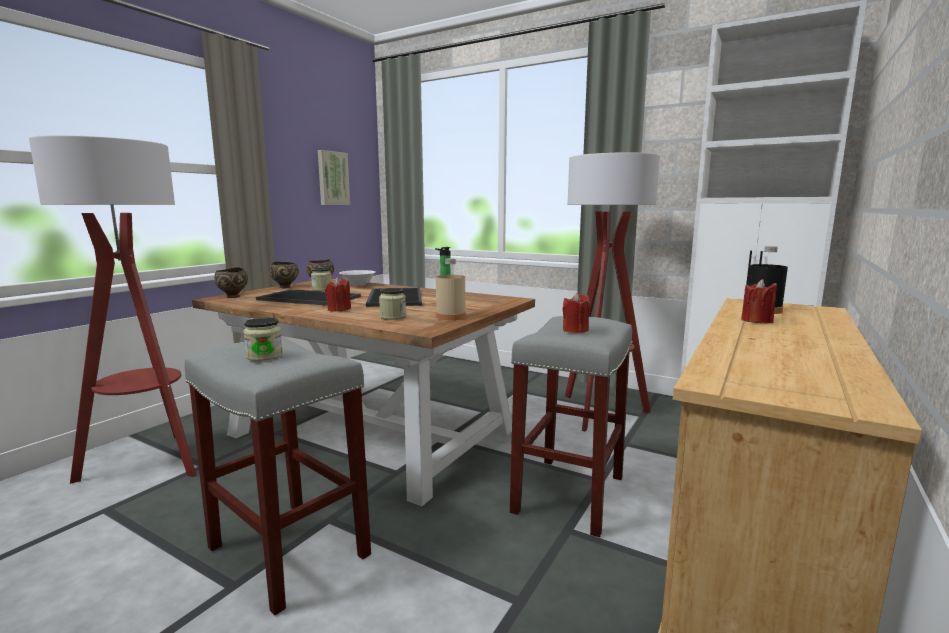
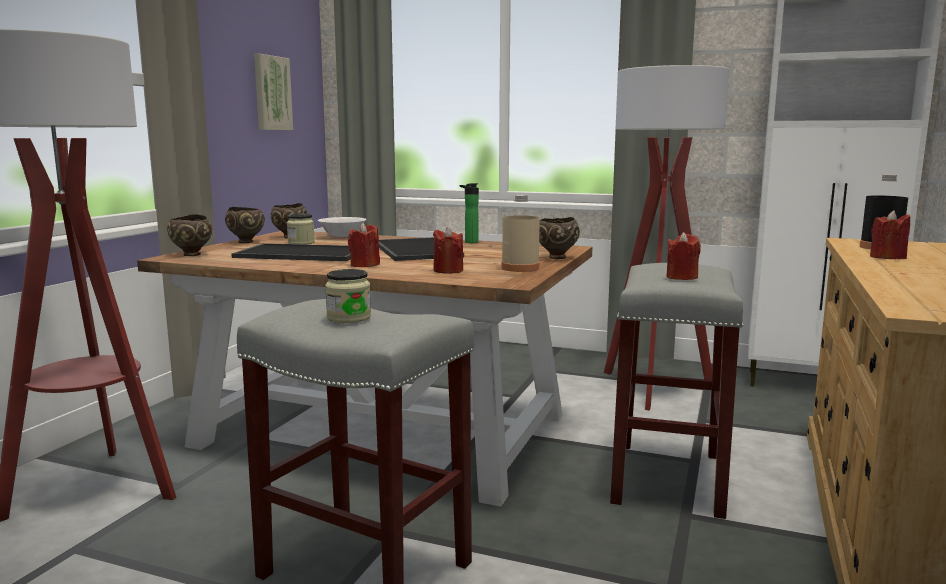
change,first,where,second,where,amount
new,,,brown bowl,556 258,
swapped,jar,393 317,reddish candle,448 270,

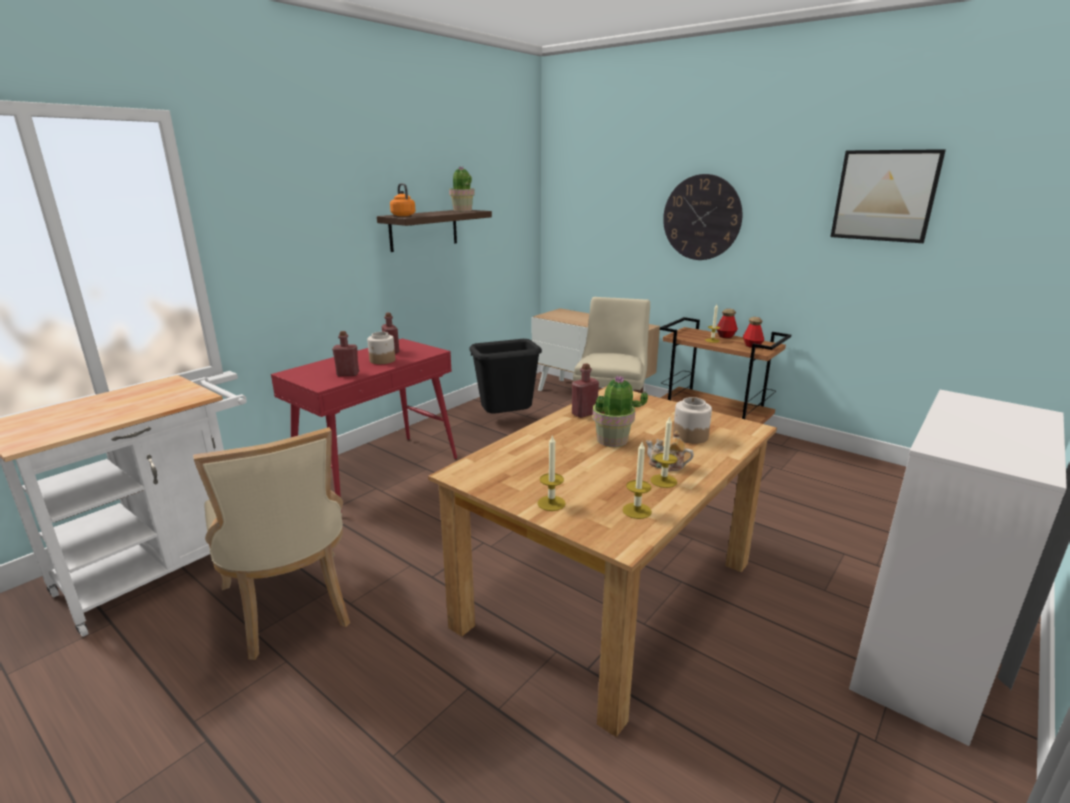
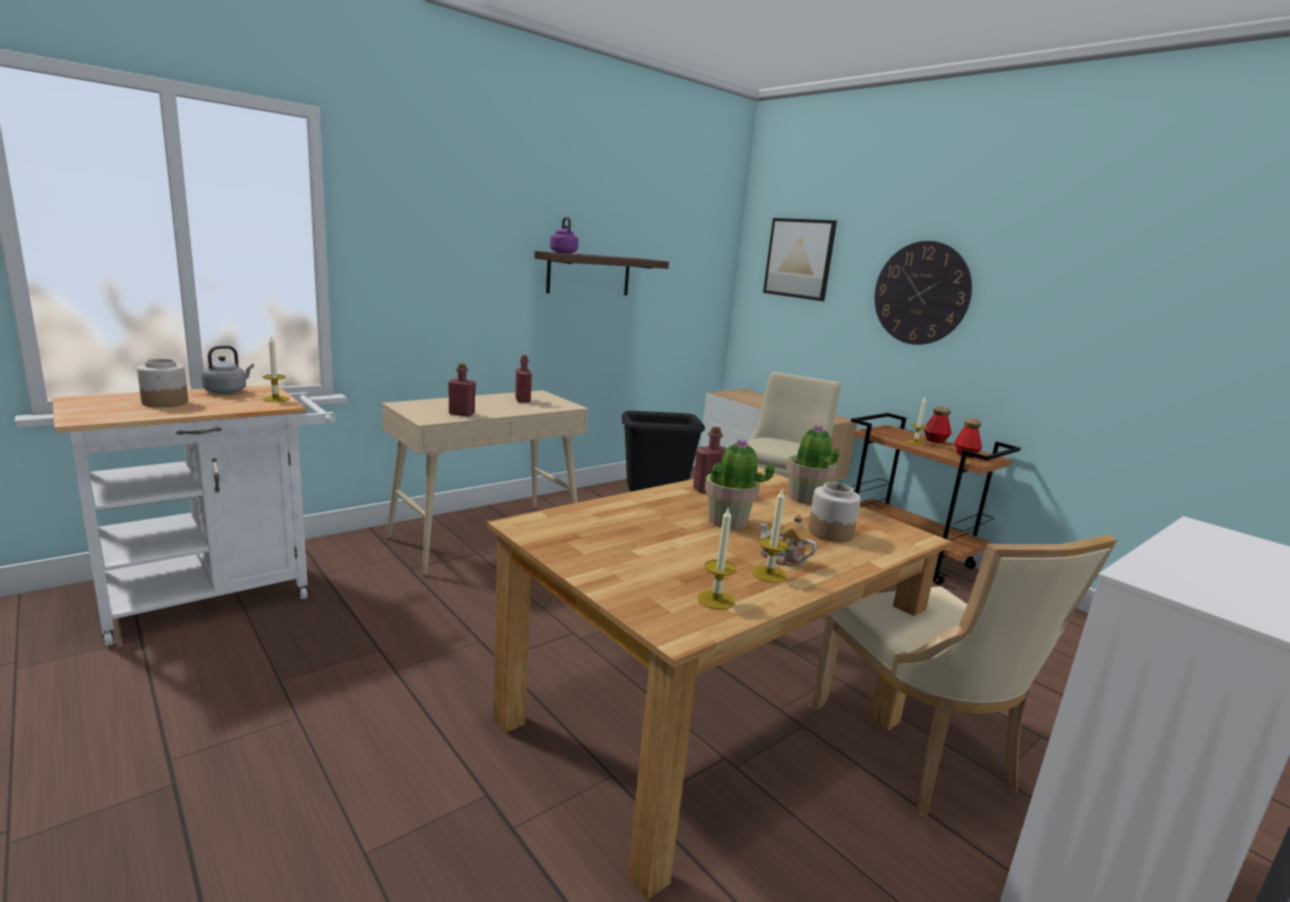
change,first,where,second,where,amount
new,,,grey water kettle,227 391,
shifted,sand-coloured plain chair,291 607,,918 751,
shifted,jar,382 360,,165 403,
shifted,houseplant,462 210,,805 498,
shifted,candle,551 503,,275 399,
shifted,wall picture,884 196,,799 258,
repainted,reddish console table,378 473,sand-coloured console table,487 537,
repainted,orangey water kettle,402 215,purple water kettle,563 253,

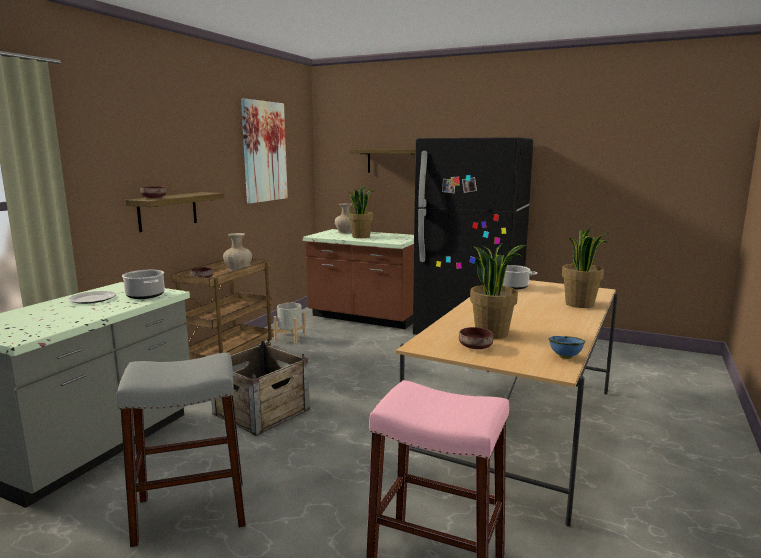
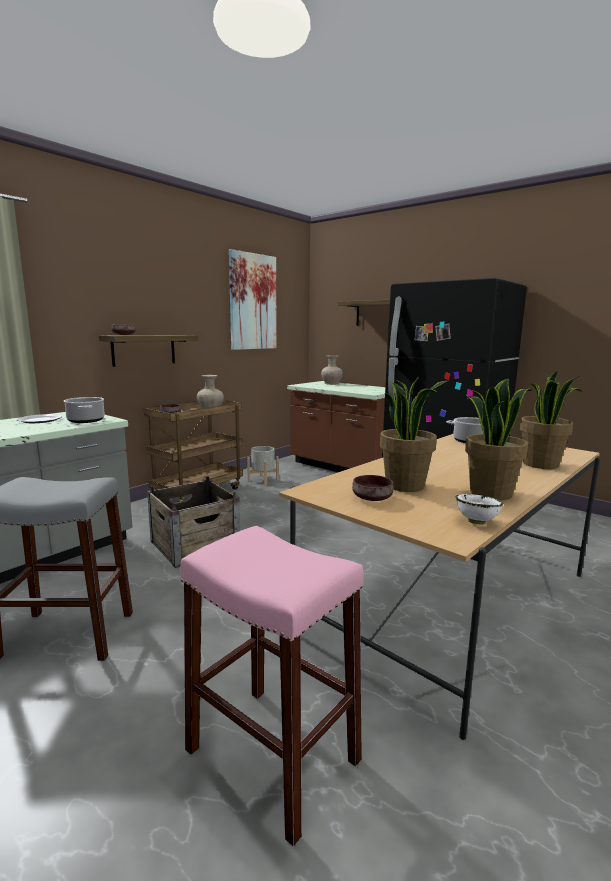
change,first,where,second,where,amount
shifted,houseplant,360 236,,490 493,
repainted,bluish bowl,564 357,white-coloured bowl,475 522,

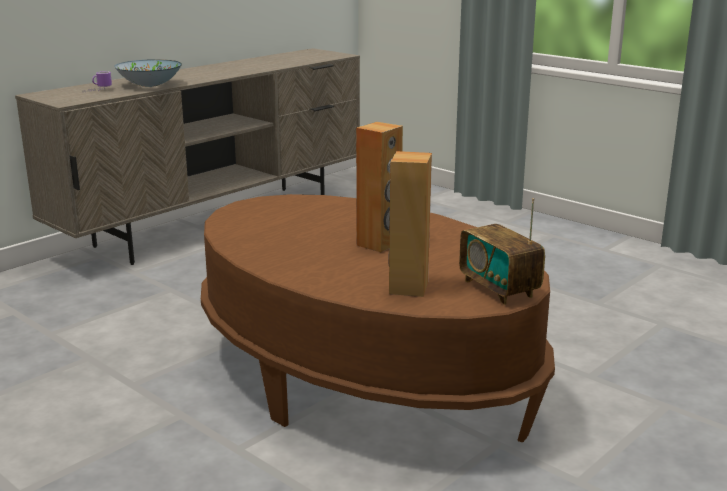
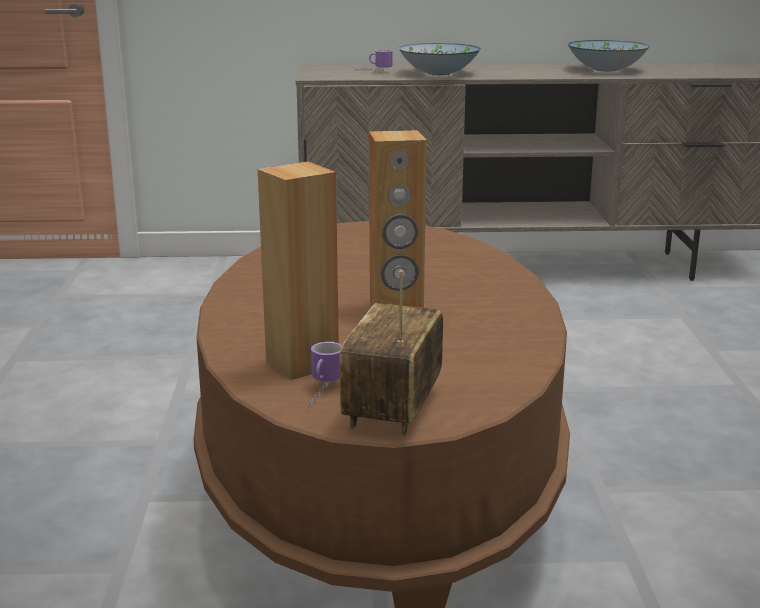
change,first,where,second,where,amount
new,,,coffee mug,321 393,
new,,,bowl,606 70,

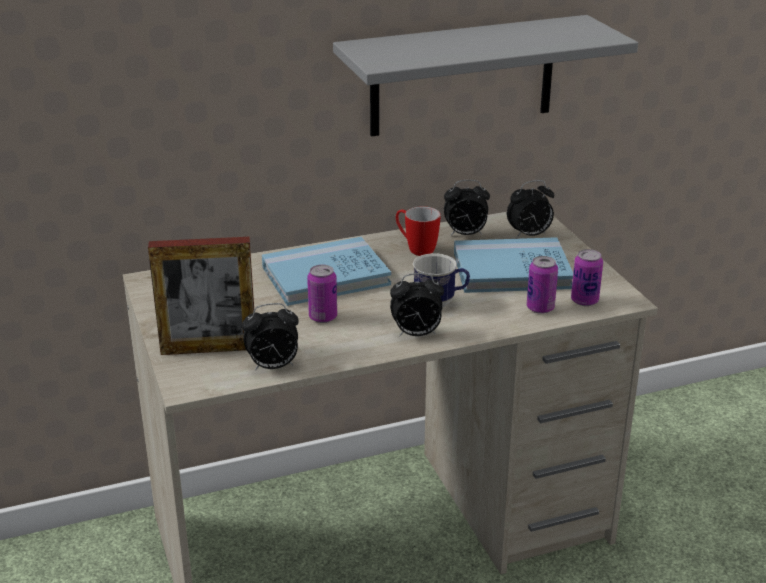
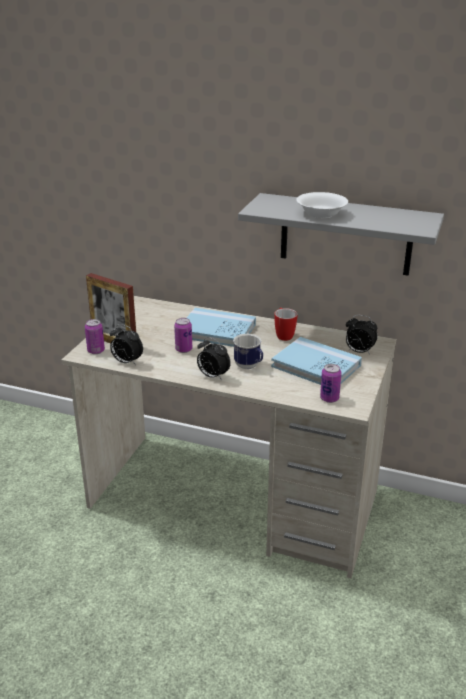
change,first,where,second,where,amount
gone,table clock,465 234,,,
new,,,white-coloured bowl,321 214,
shifted,can,540 308,,96 351,

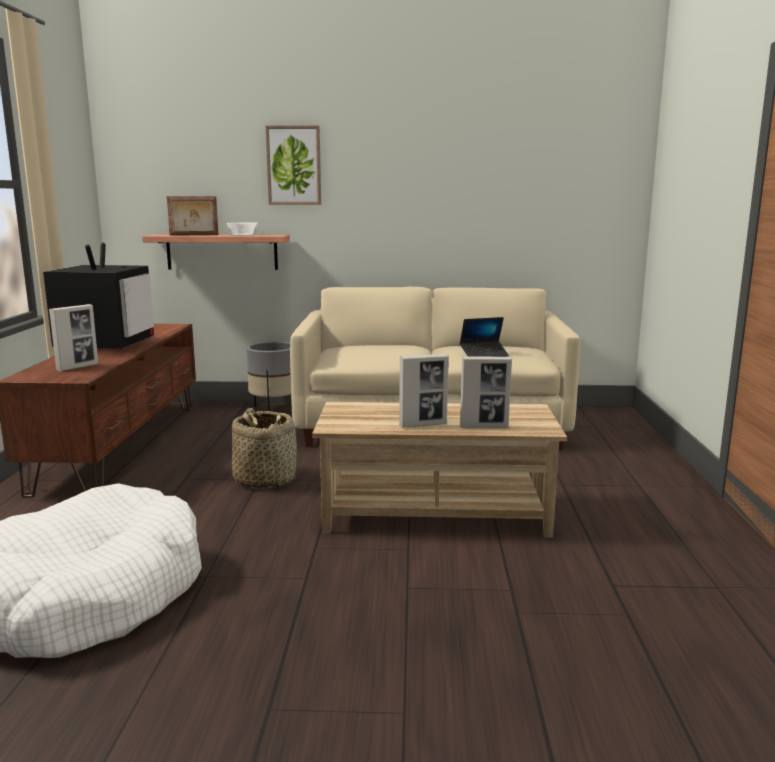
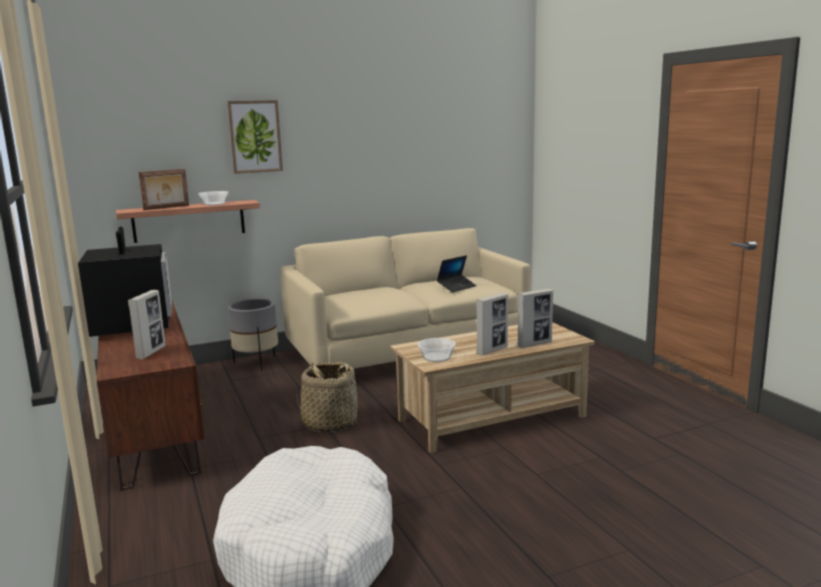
change,first,where,second,where,amount
new,,,bowl,437 357,

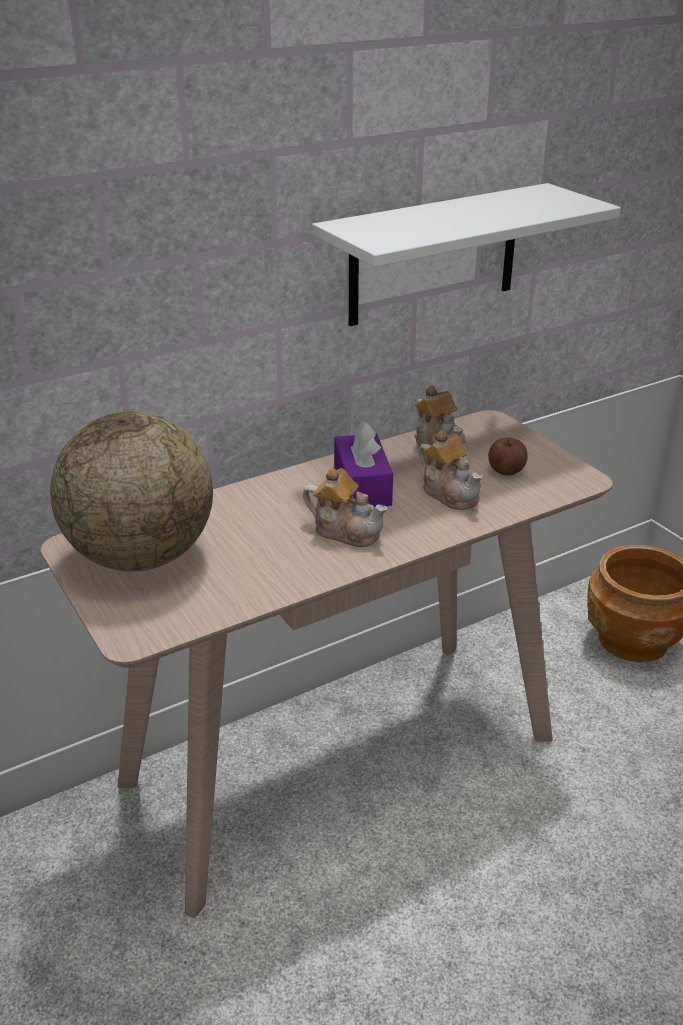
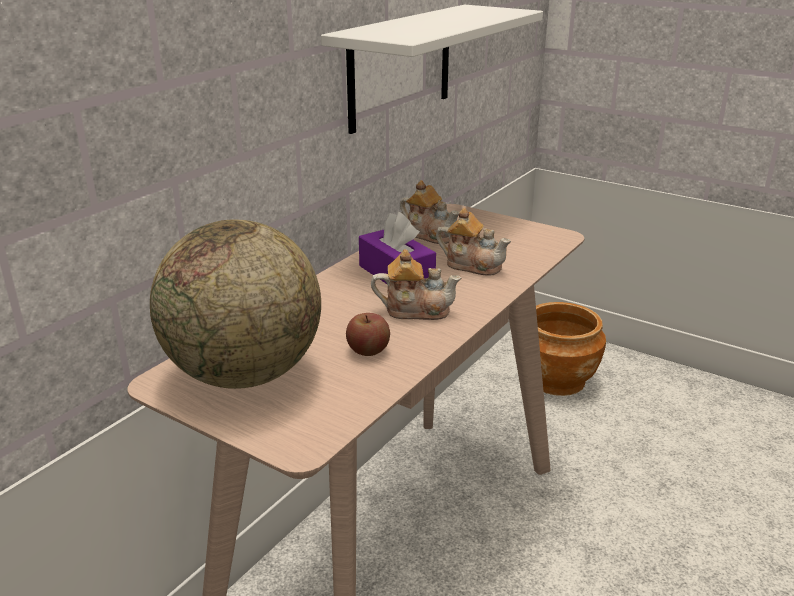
change,first,where,second,where,amount
shifted,apple,506 470,,368 350,

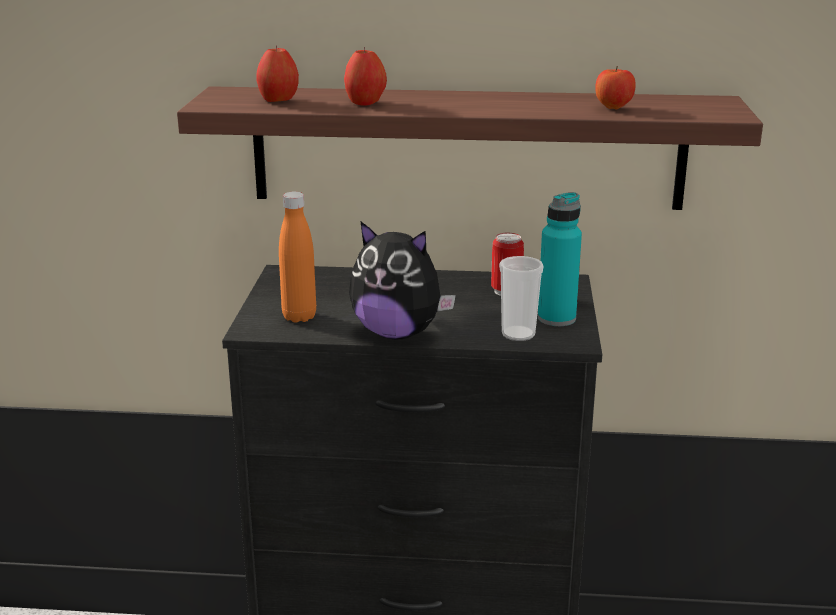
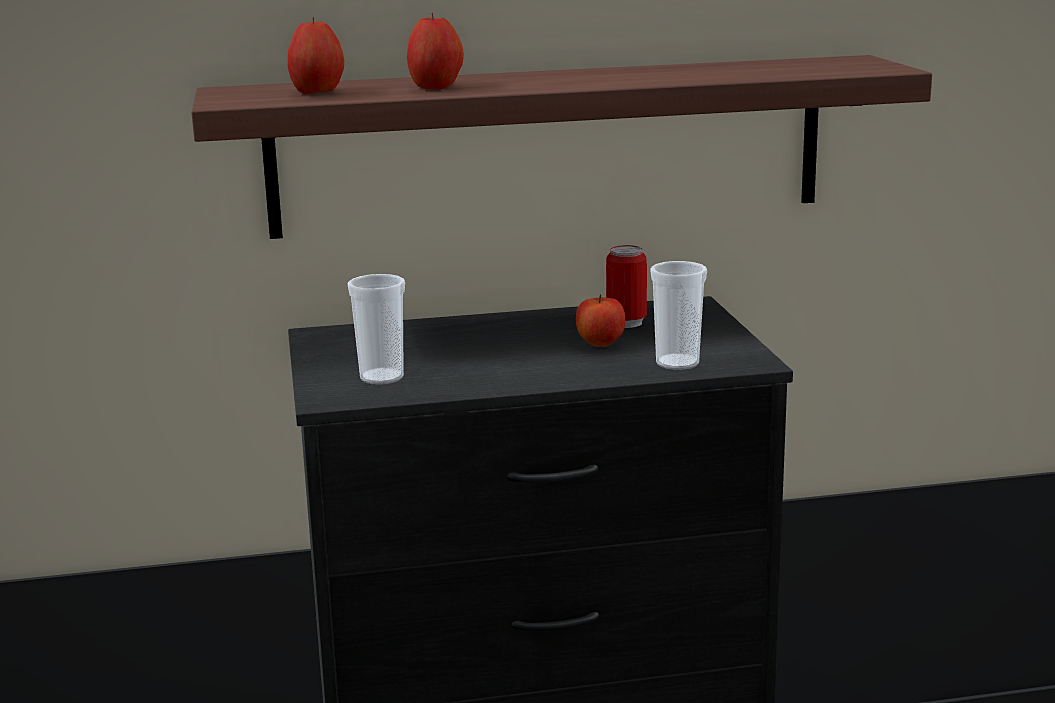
change,first,where,second,where,amount
gone,soft toy,397 333,,,
gone,turquoise drink bottle,556 318,,,
shifted,apple,613 108,,600 345,
swapped,orangey drink bottle,299 317,small cup,382 377,

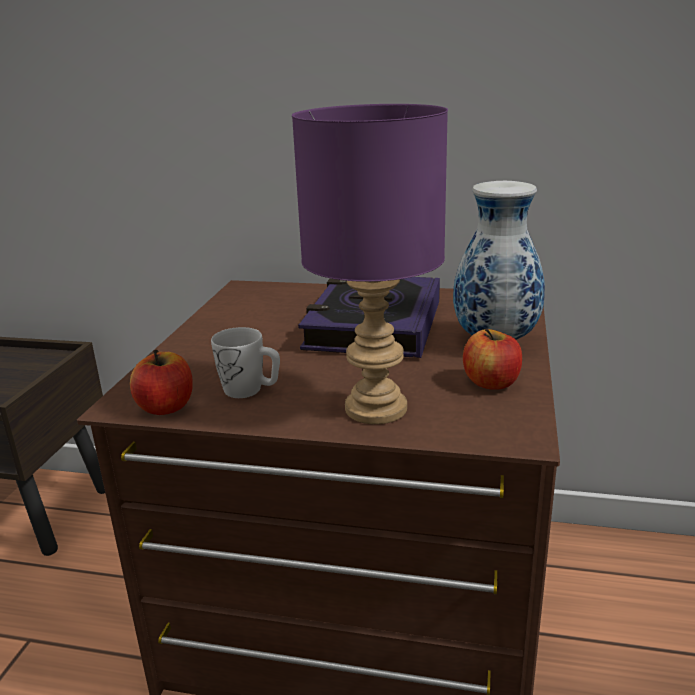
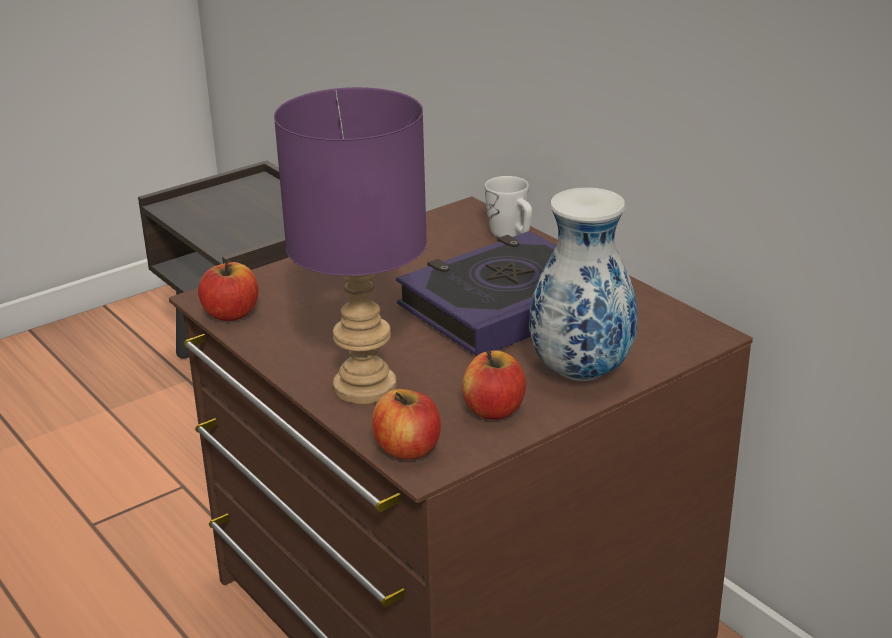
change,first,where,second,where,amount
new,,,apple,407 449,
shifted,white-coloured coffee mug,250 390,,511 234,

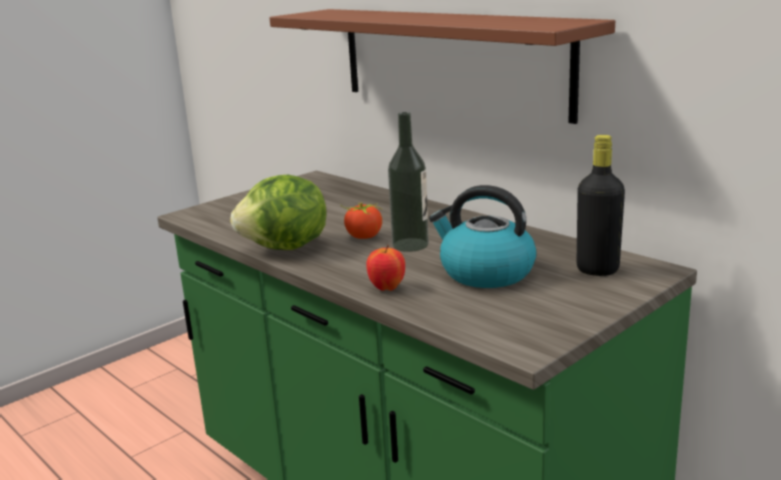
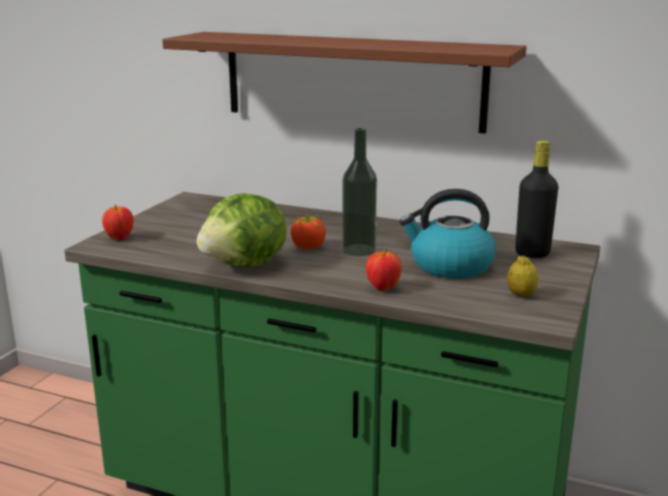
change,first,where,second,where,amount
new,,,apple,119 238,
new,,,citrus fruit,521 294,

